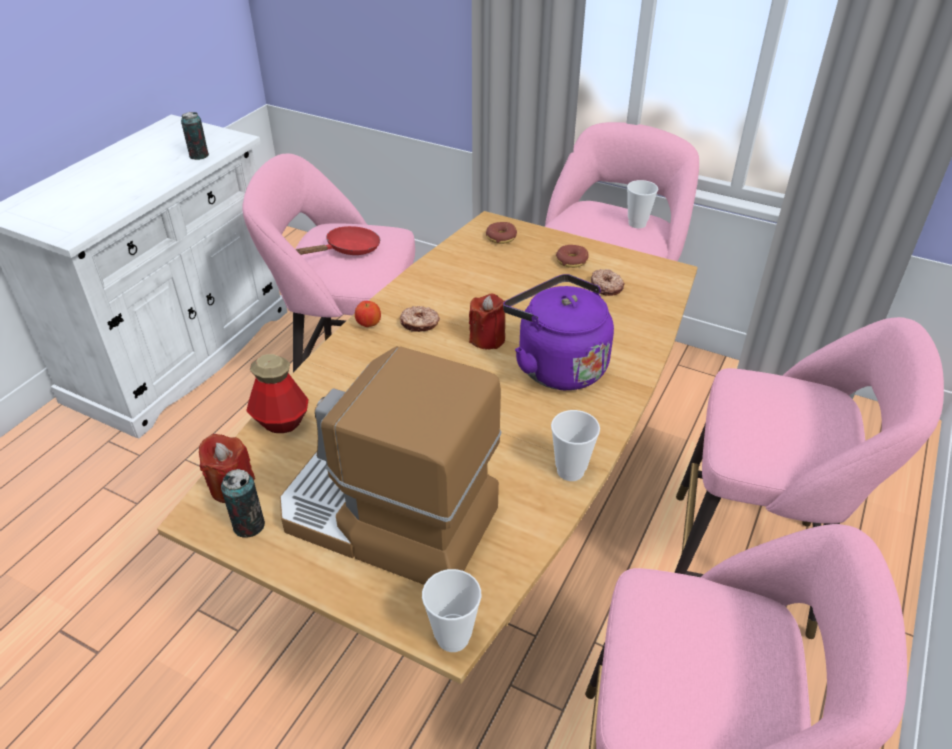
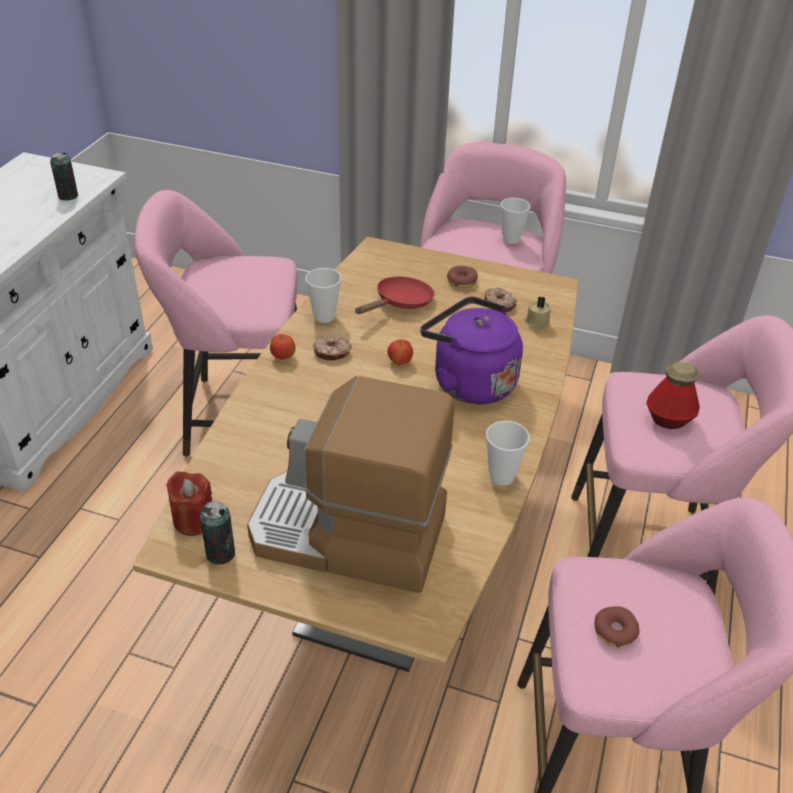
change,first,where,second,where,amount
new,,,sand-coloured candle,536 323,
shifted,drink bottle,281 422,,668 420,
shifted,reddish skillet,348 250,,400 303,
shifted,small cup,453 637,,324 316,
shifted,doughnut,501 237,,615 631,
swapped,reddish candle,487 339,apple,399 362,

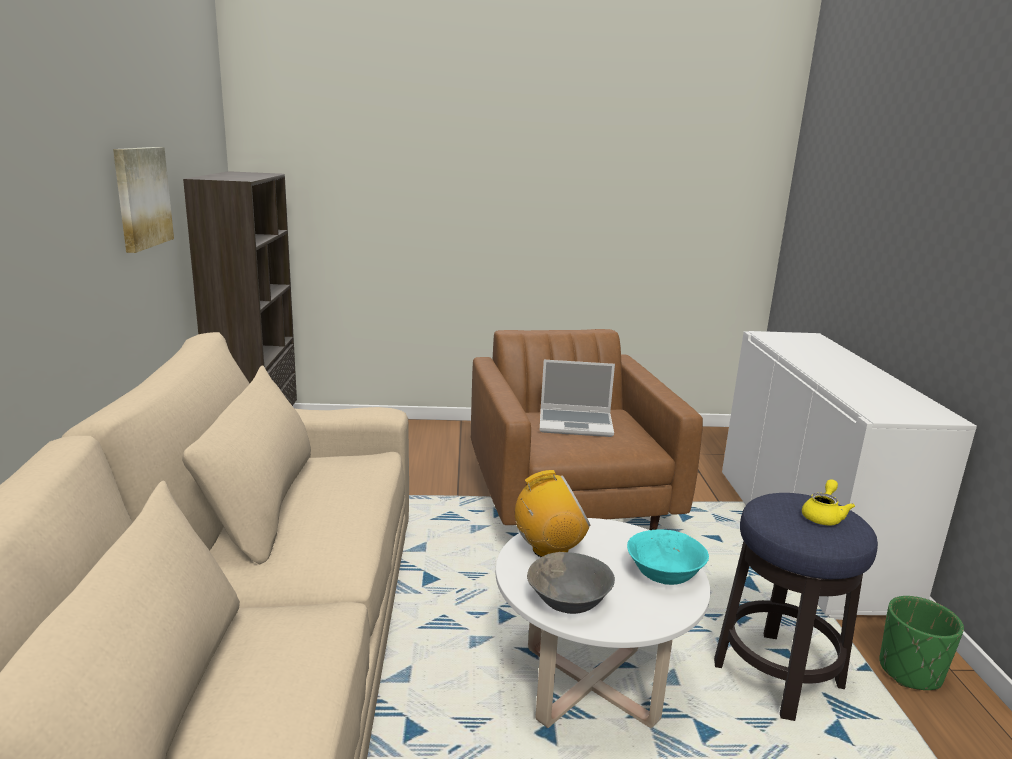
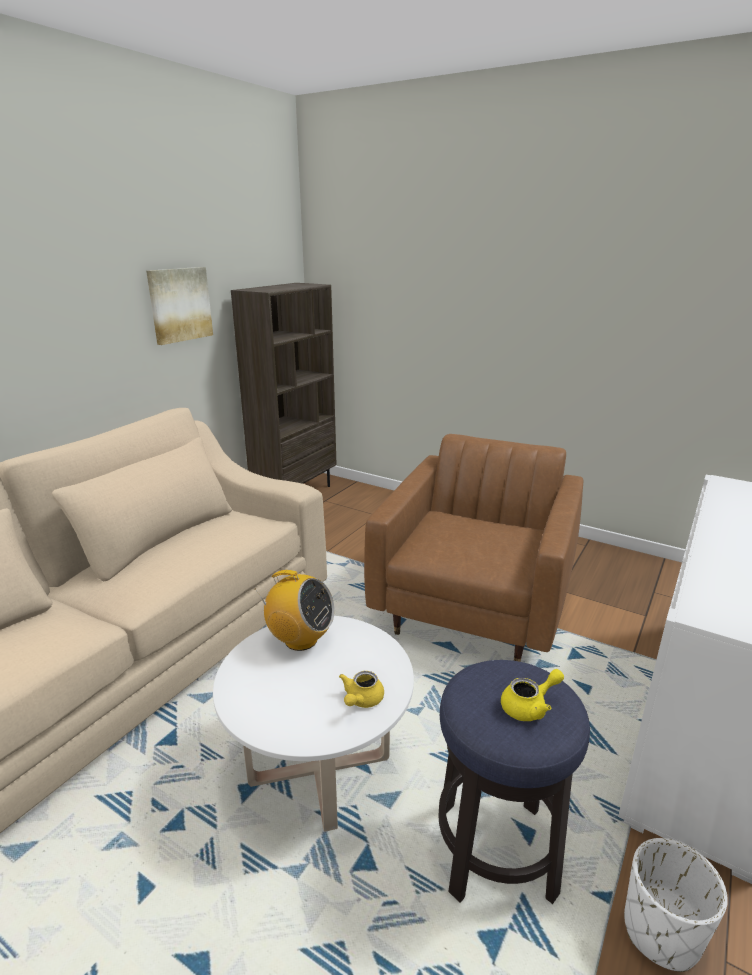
change,first,where,second,where,amount
gone,grey bowl,570 601,,,
gone,portable computer,576 424,,,
swapped,turquoise bowl,665 574,yellow-coloured pot for tea,361 700,
repainted,greenish flower pot,910 672,white-coloured flower pot,661 932,

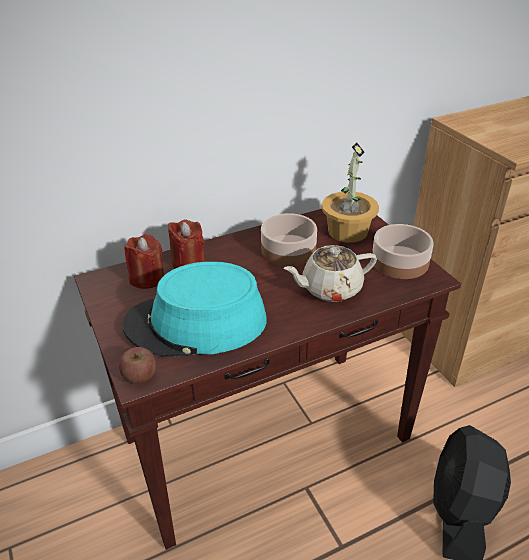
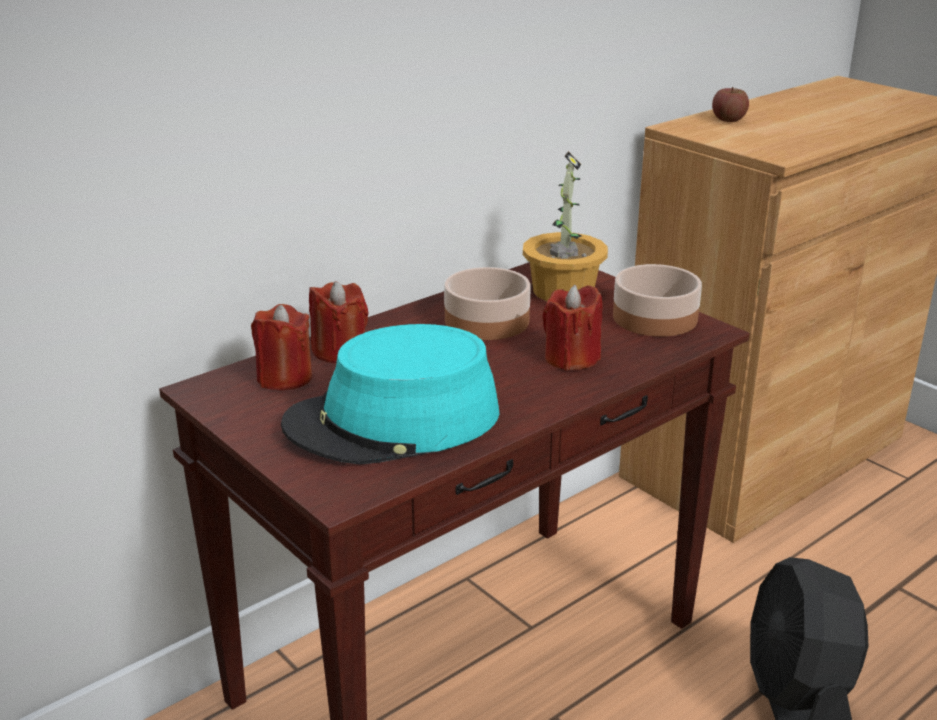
change,first,where,second,where,amount
shifted,apple,140 376,,728 119,
swapped,sand-coloured pot for tea,330 289,reddish candle,571 358,

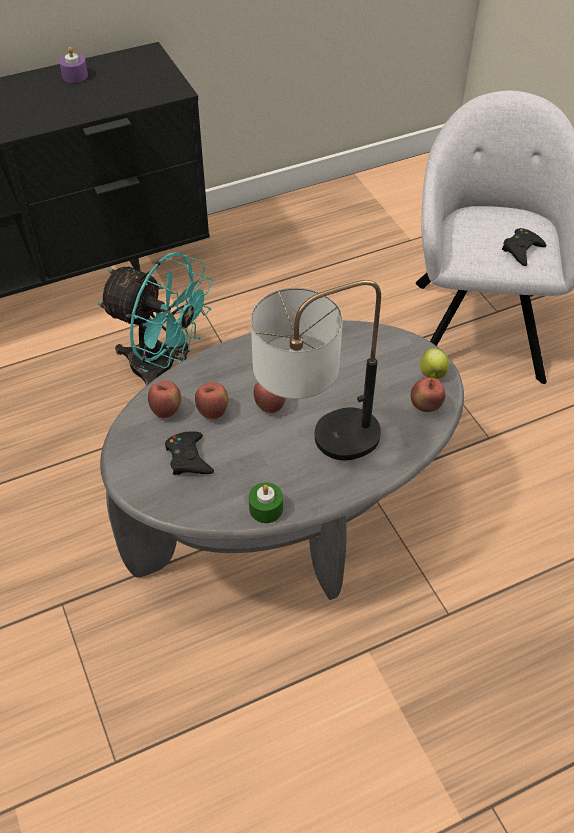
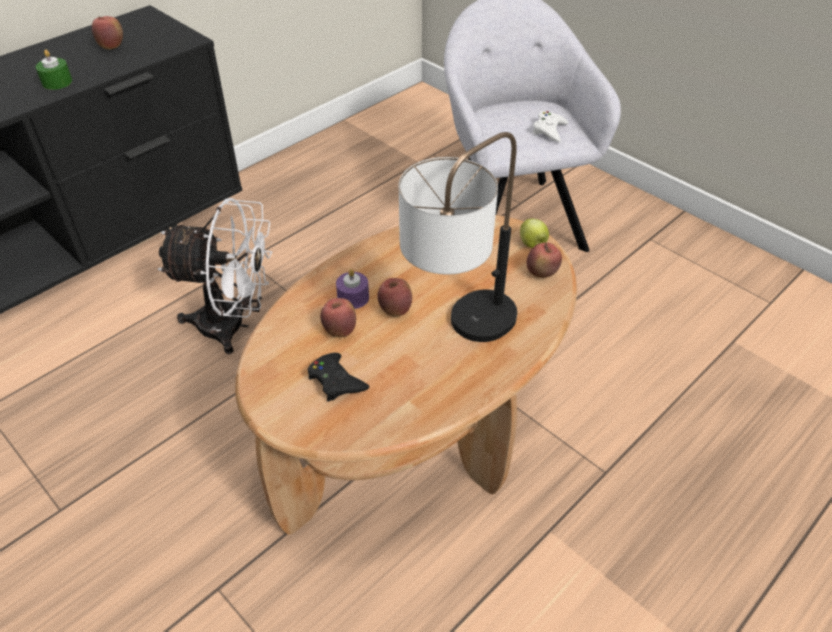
change,first,where,second,where,amount
shifted,purple candle,75 76,,353 297,
shifted,apple,166 410,,112 47,
shifted,greenish candle,266 509,,57 82,
repainted,turquoise cooling fan,163 369,white-coloured cooling fan,234 325,
repainted,grey low table,287 517,brown low table,416 429,
repainted,black-coloured gamepad,522 250,white-coloured gamepad,549 130,

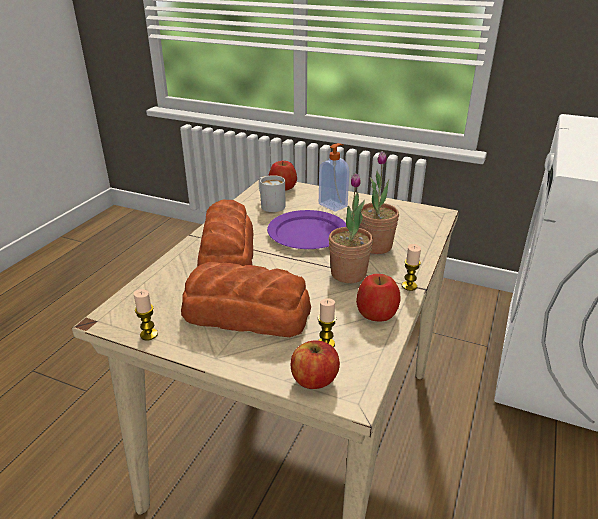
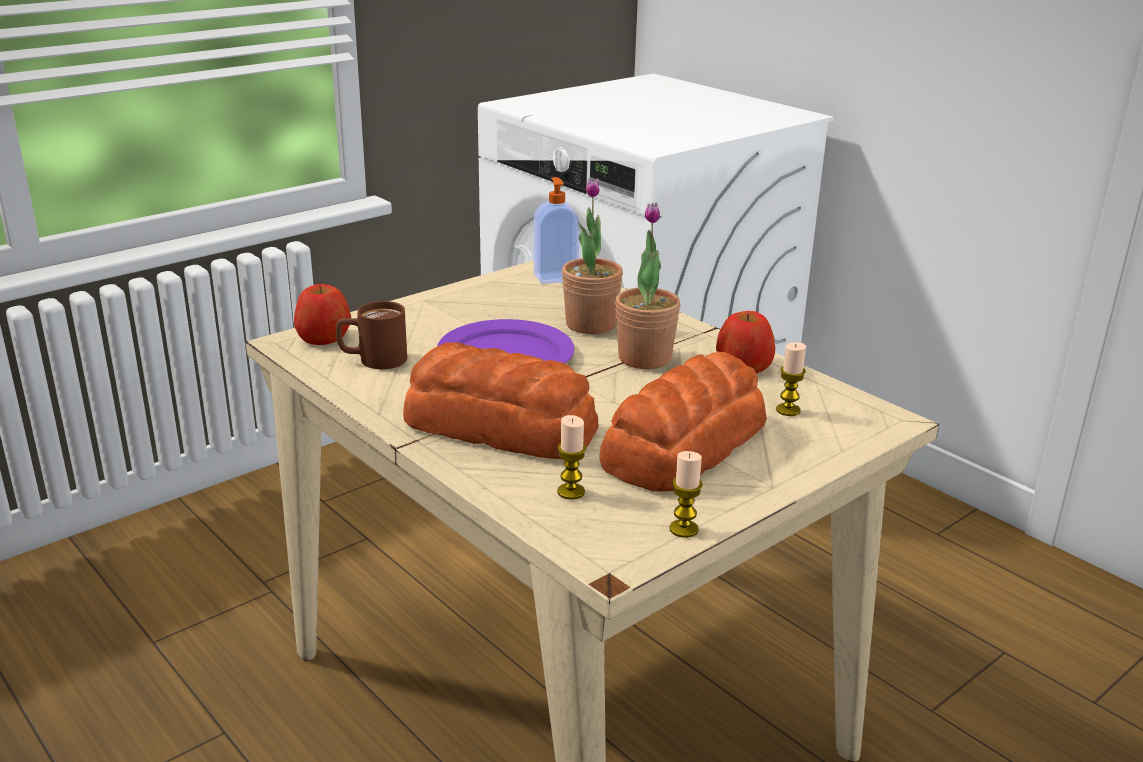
change,first,where,second,where,amount
gone,apple,314 379,,,
shifted,soap bottle,333 205,,555 277,
shifted,candle,409 286,,571 492,
repainted,white-coloured coffee mug,270 204,brown coffee mug,373 360,

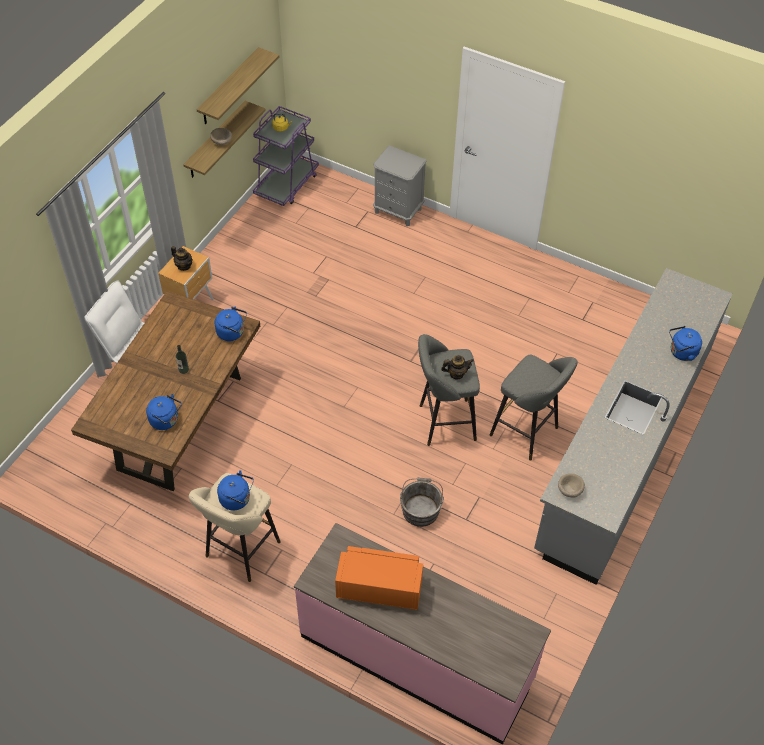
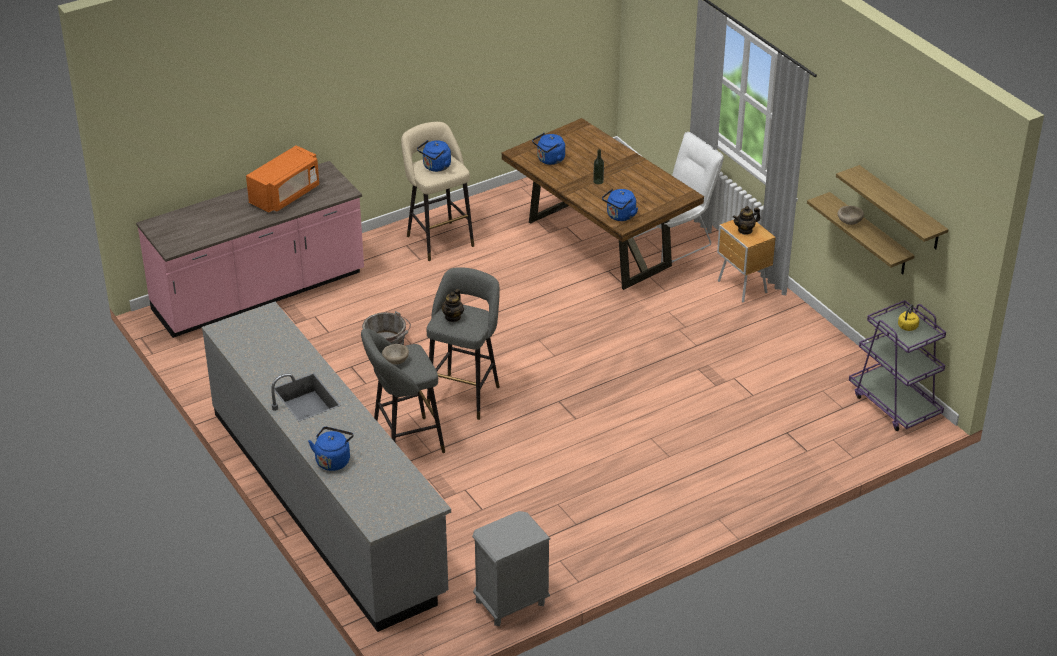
change,first,where,second,where,amount
shifted,grey night table,398 210,,510 603,
shifted,sand-coloured bowl,569 490,,396 360,

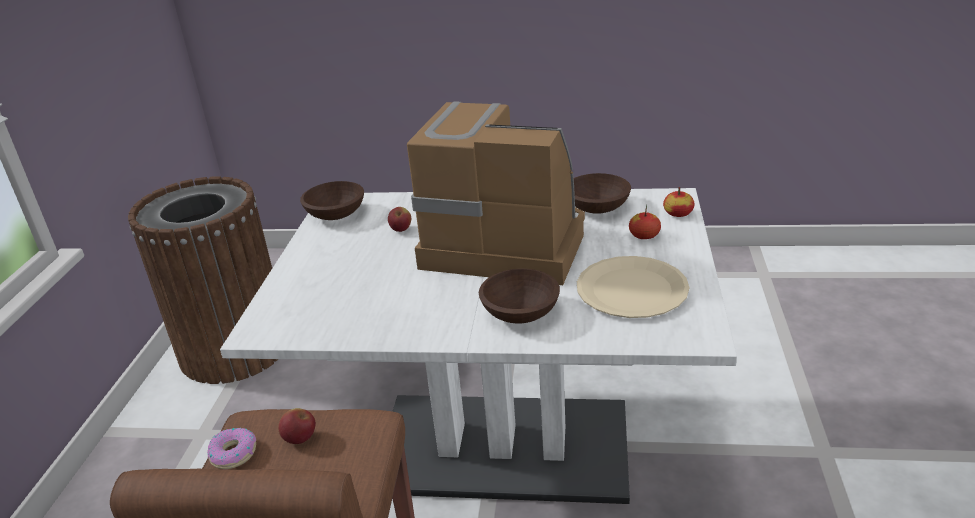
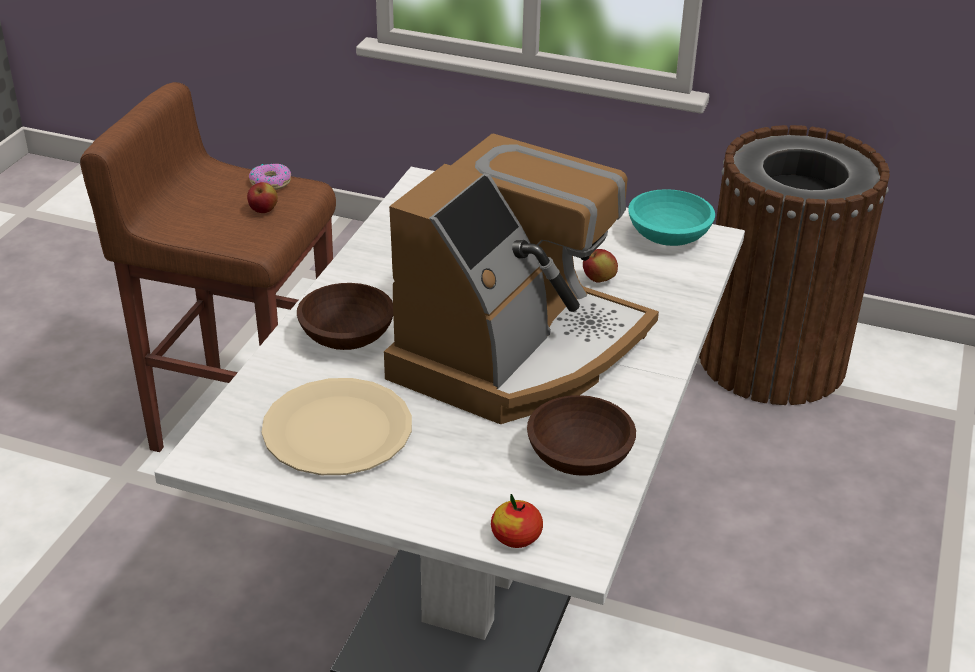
change,first,where,second,where,amount
gone,apple,644 236,,,
repainted,brown bowl,337 214,turquoise bowl,668 237,

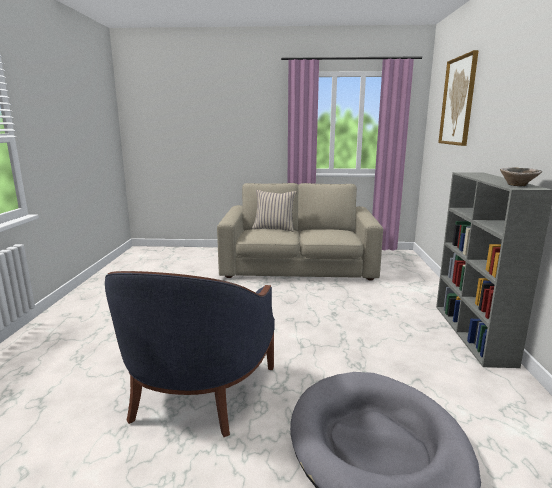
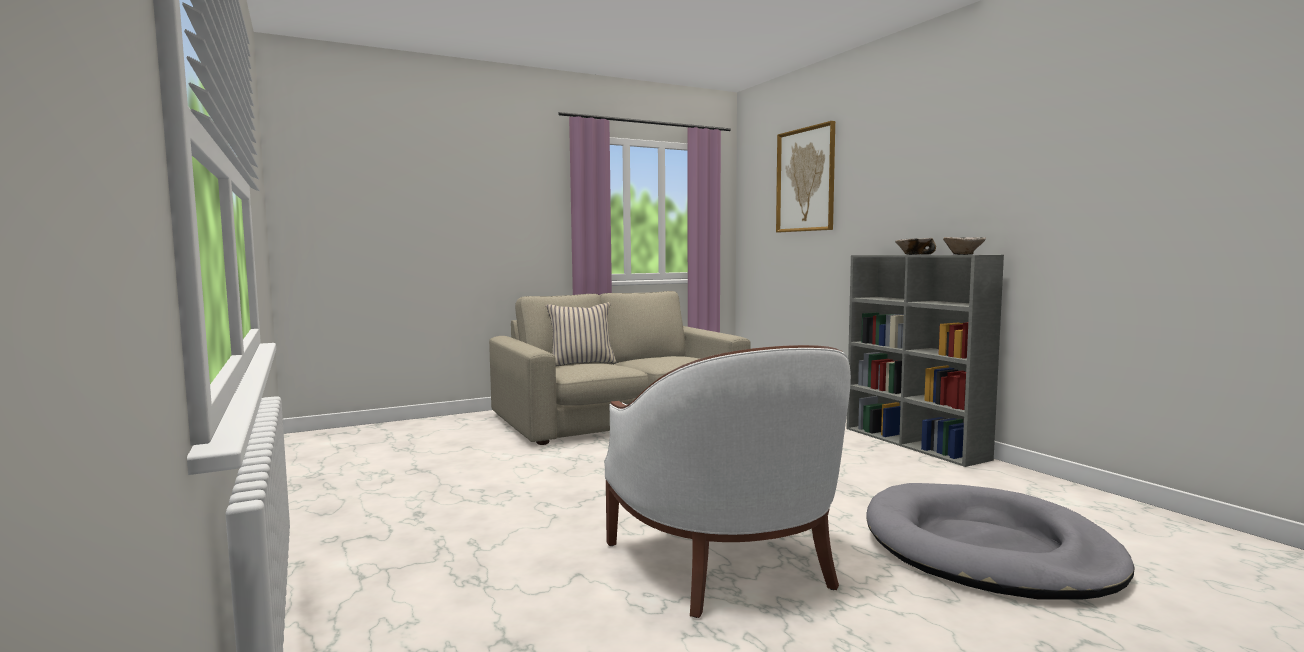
change,first,where,second,where,amount
new,,,bowl,913 254,
repainted,bluish easy chair,198 392,white-coloured easy chair,727 563,

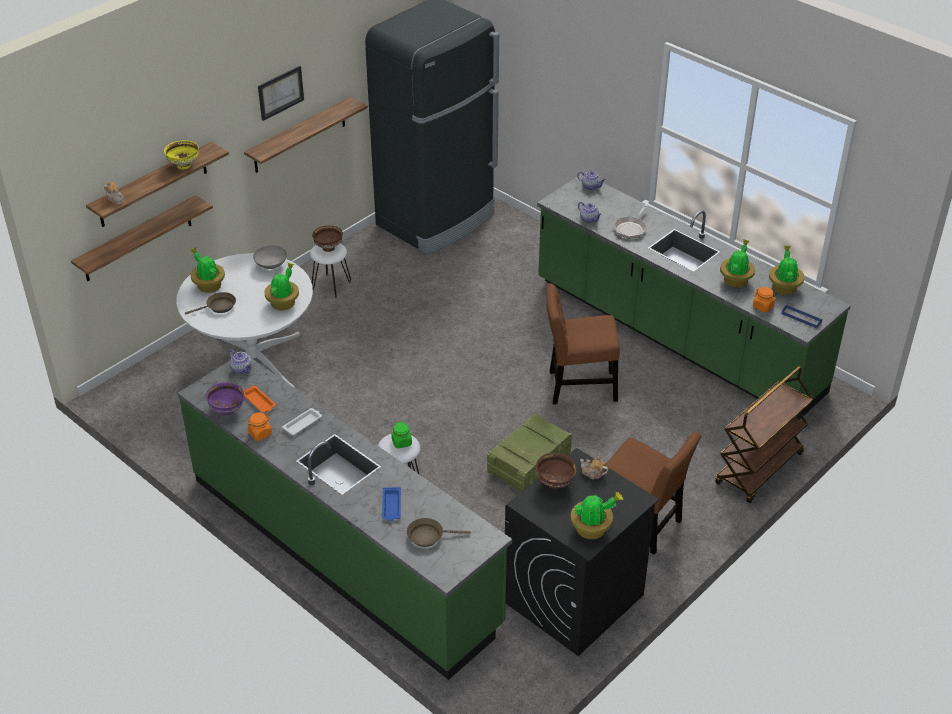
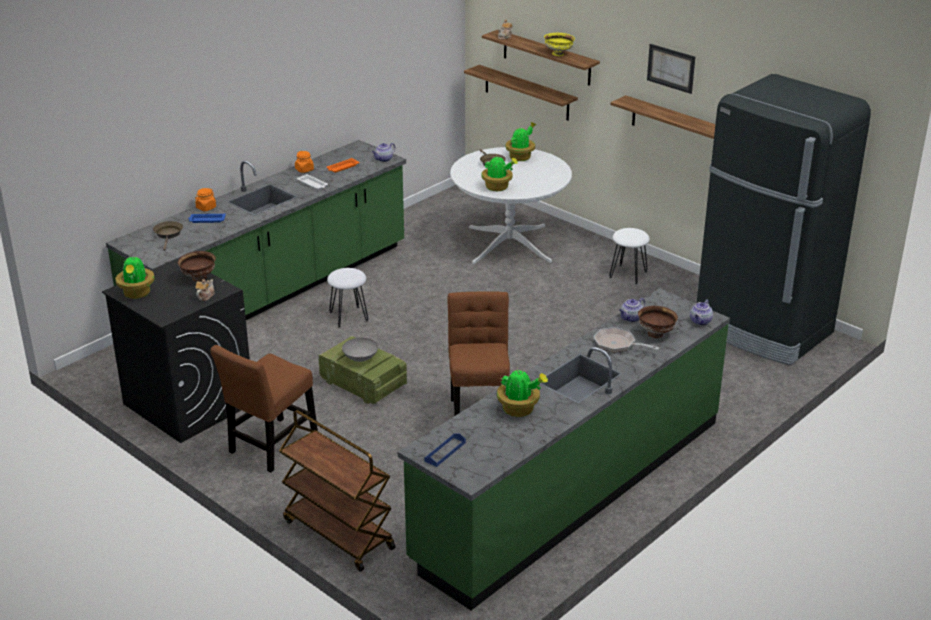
change,first,where,second,where,amount
gone,purple bowl,227 410,,,
gone,greenish jar,402 442,,,
gone,houseplant,784 287,,,
shifted,grey bowl,271 265,,361 358,
shifted,brown bowl,328 248,,656 334,
shifted,orangey jar,763 306,,206 208,

